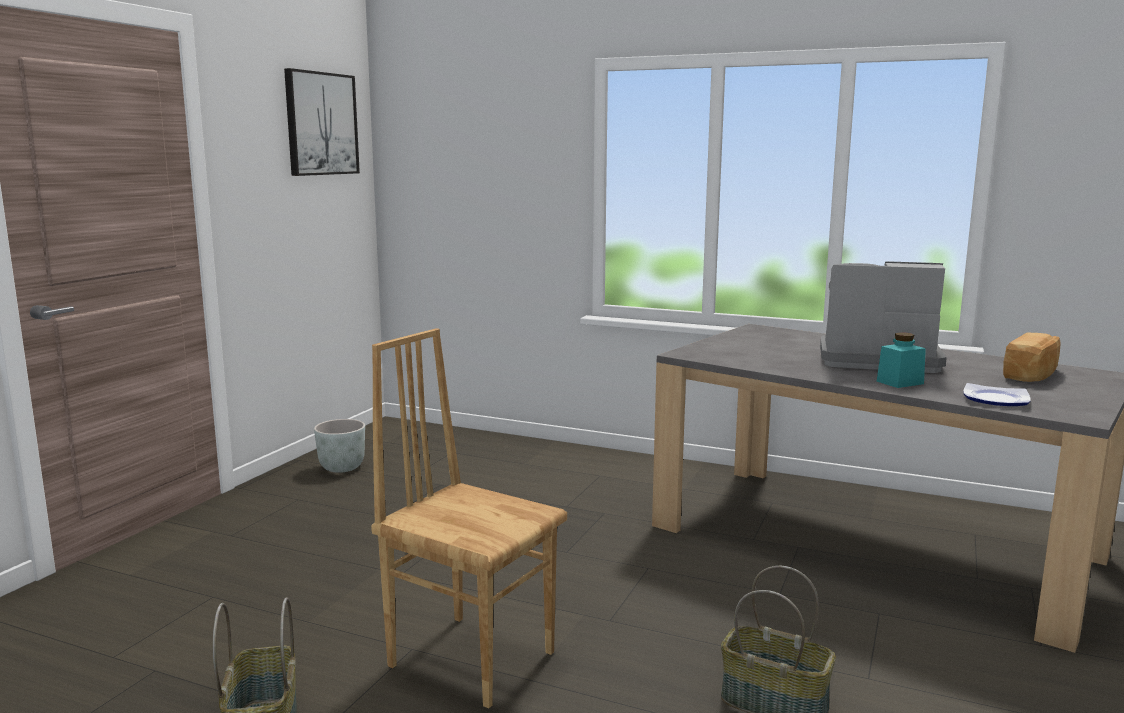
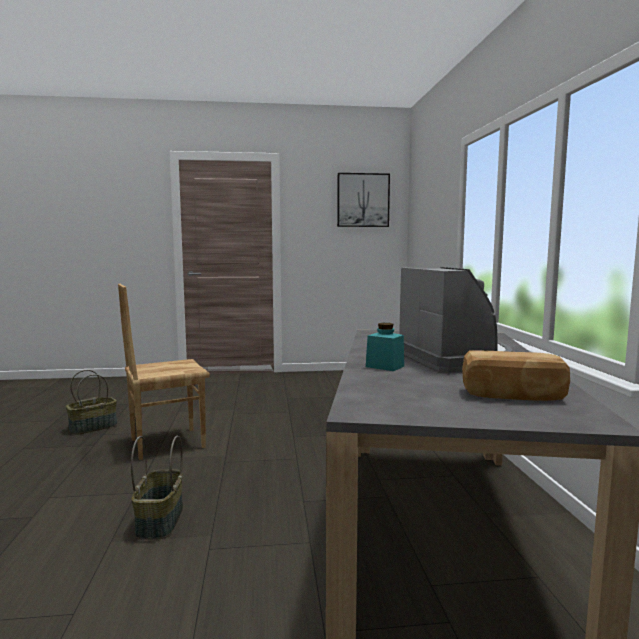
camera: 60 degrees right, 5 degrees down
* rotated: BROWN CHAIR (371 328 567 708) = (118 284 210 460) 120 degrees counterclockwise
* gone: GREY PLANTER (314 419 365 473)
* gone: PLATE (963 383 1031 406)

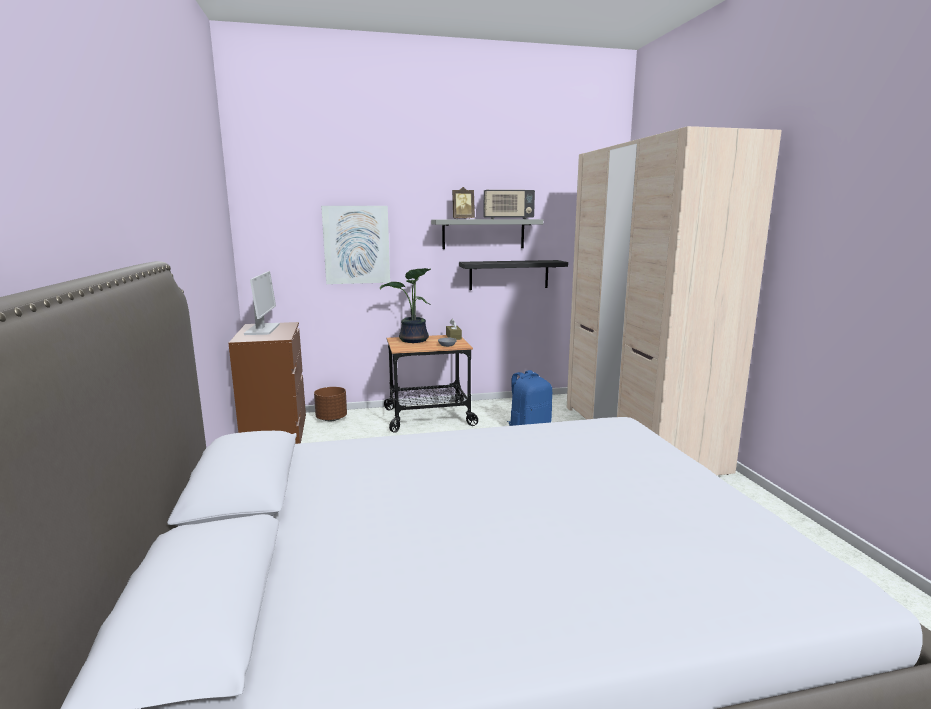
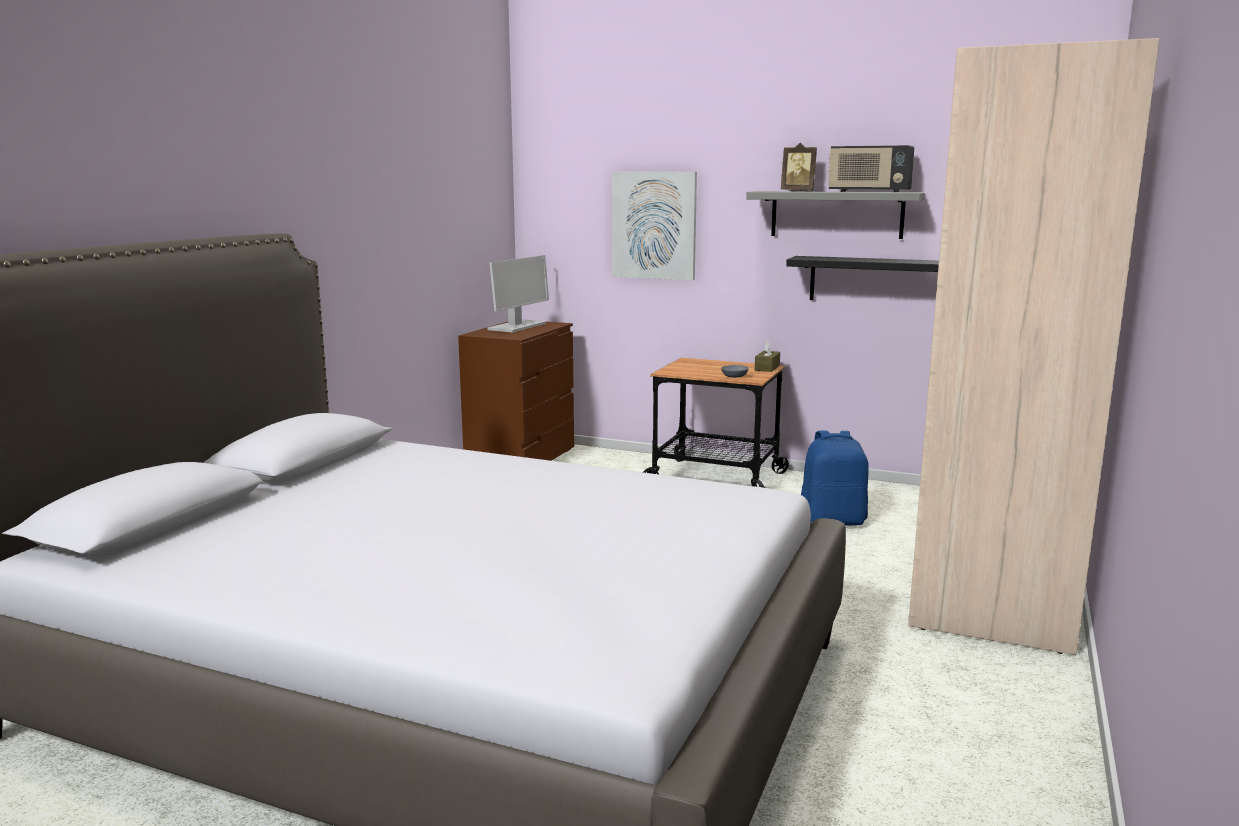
camera: 35 degrees right, 0 degrees up
* gone: BROWN PLANTER (314 387 347 422)
* gone: POTTED PLANT (380 268 431 343)

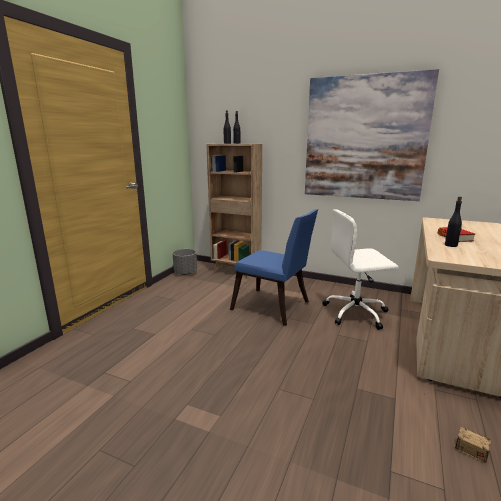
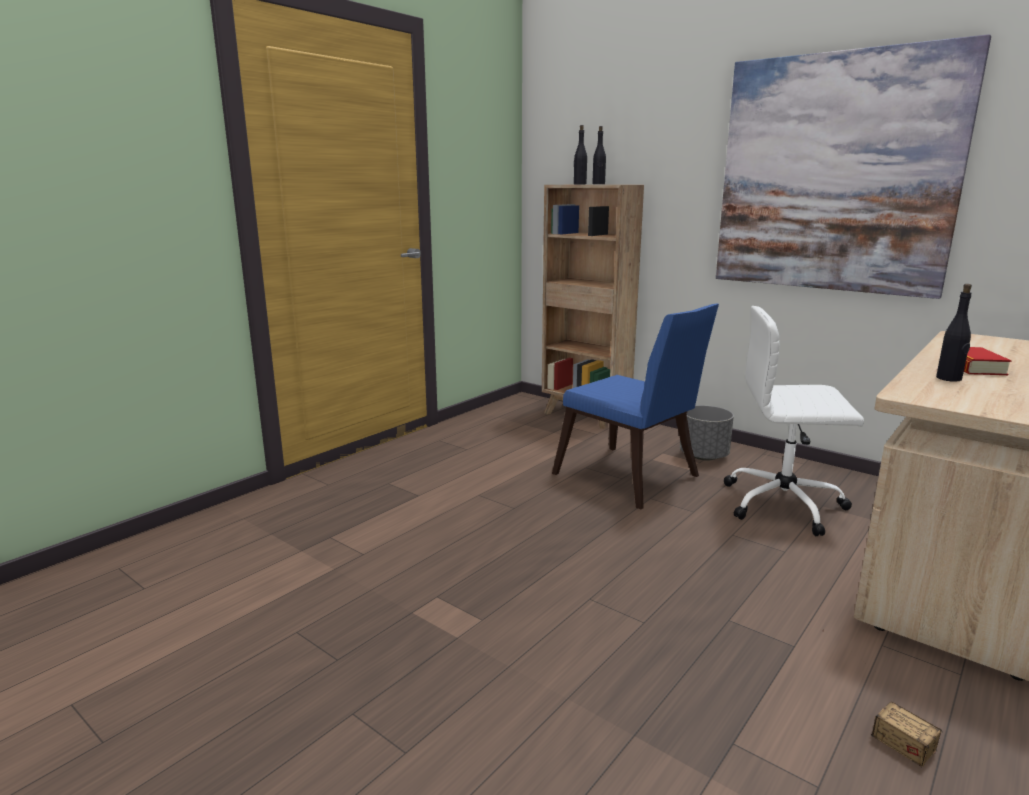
camera: 15 degrees right, 0 degrees up
* shifted: GREY PLANTER (173 249 197 275) to (680 405 734 461)

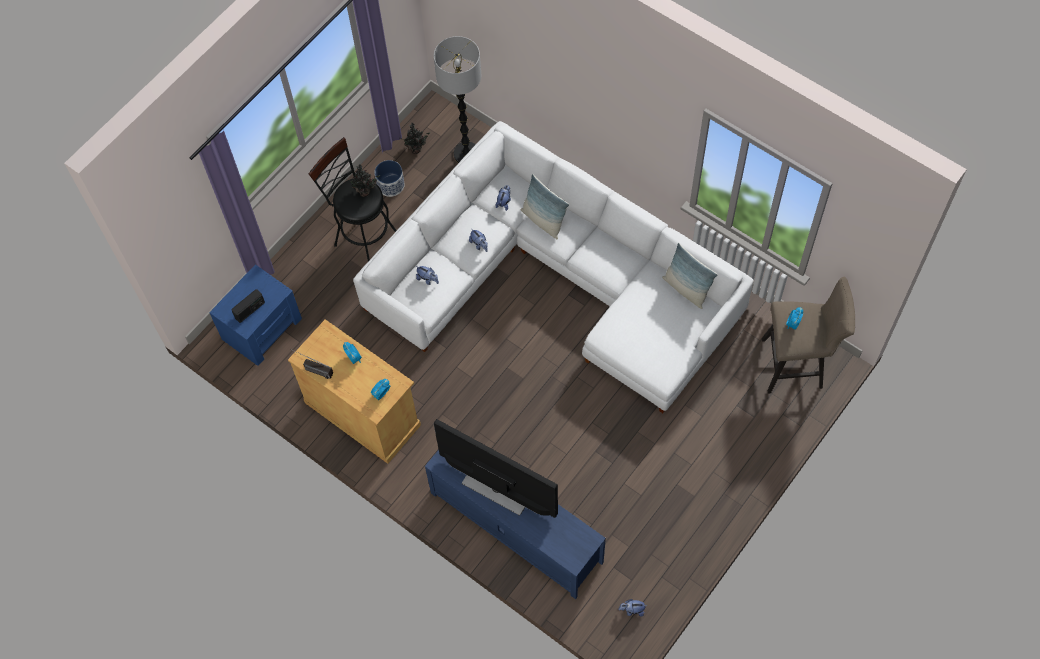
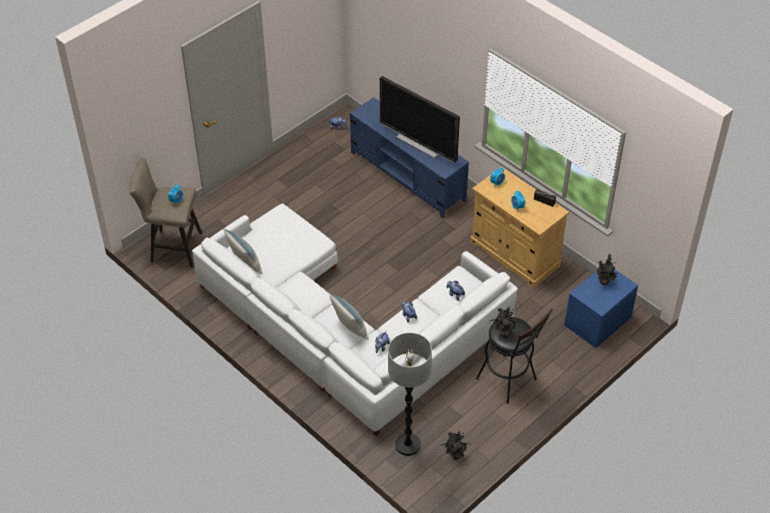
camera: 175 degrees left, 15 degrees down
* swapped: RADIO (231 289 265 323) to POTTED PLANT (597 254 617 285)
* gone: PLANTER (374 160 405 197)

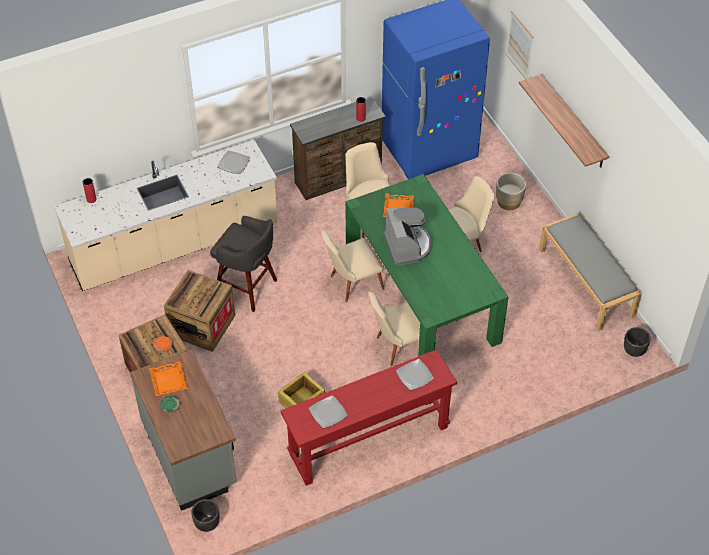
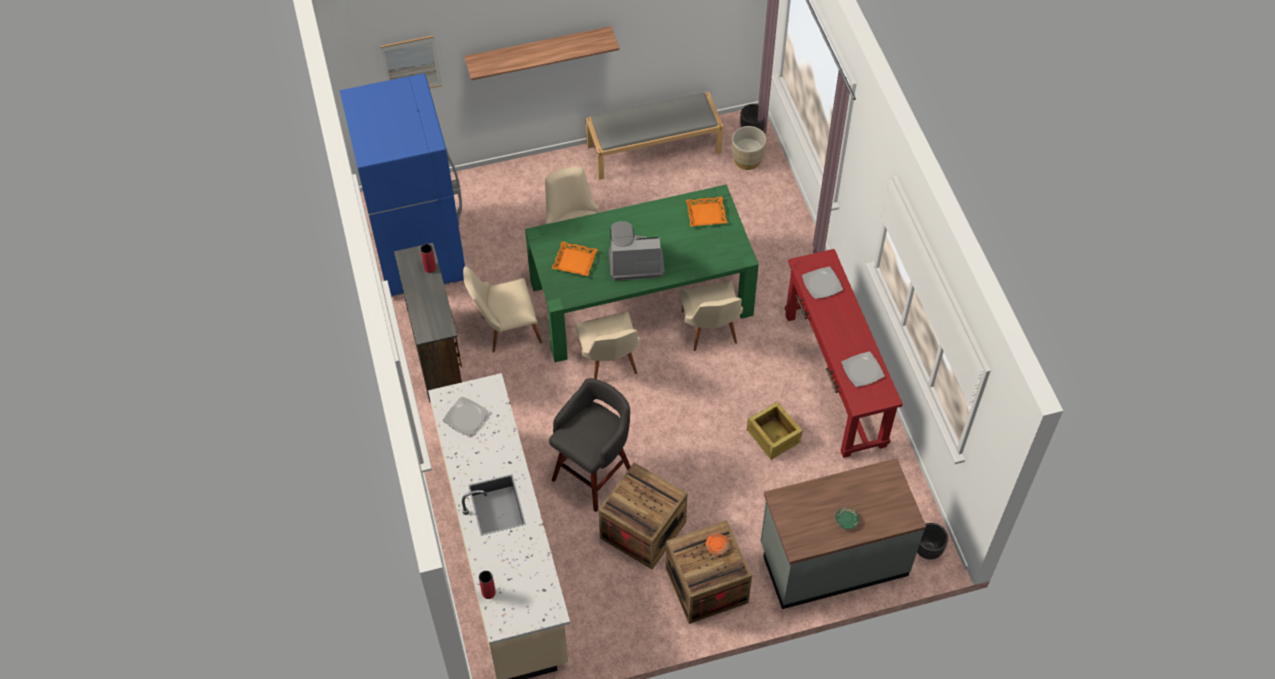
camera: 80 degrees left, 5 degrees up
* shifted: ORANGE TRAY (149 361 188 396) to (686 196 728 227)
* shifted: BEIGE PLANTER (496 173 526 210) to (732 126 766 170)

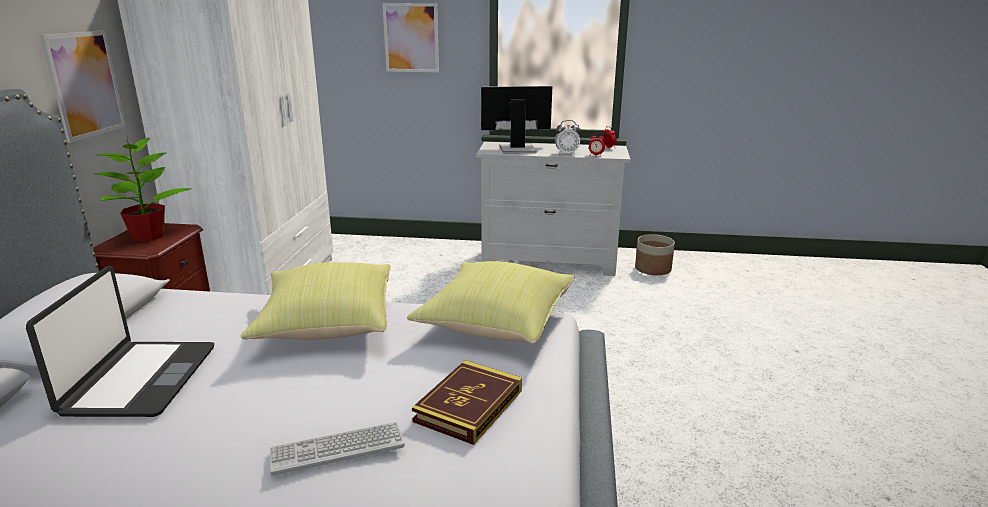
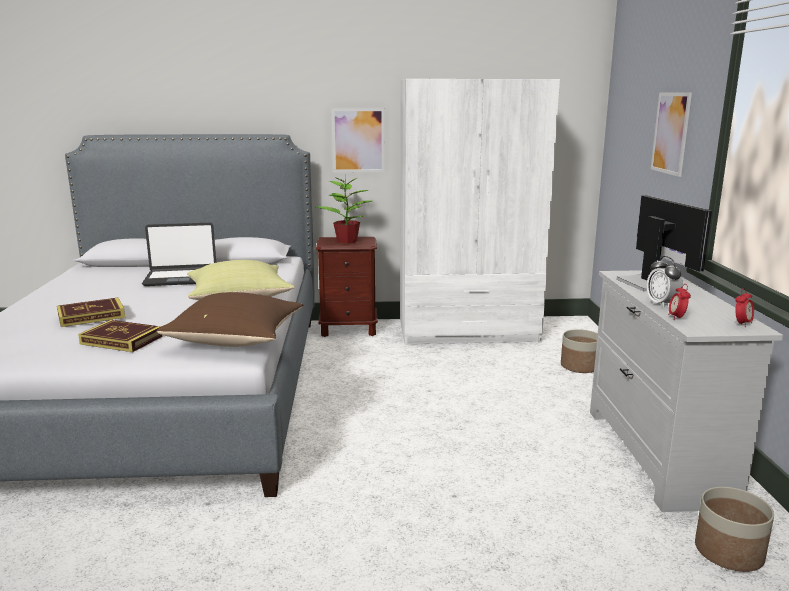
camera: 80 degrees right, 5 degrees down
* swapped: KEYBOARD (270 422 405 476) to BOOK (57 298 125 327)
* repainted: YELLOW PILLOW (407 261 575 344) to BROWN PILLOW (157 292 303 347)
* new: PLANTER (561 329 598 373)

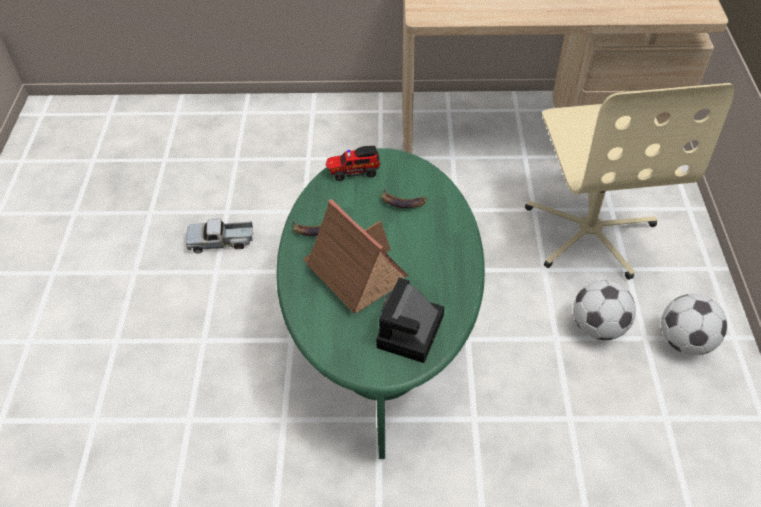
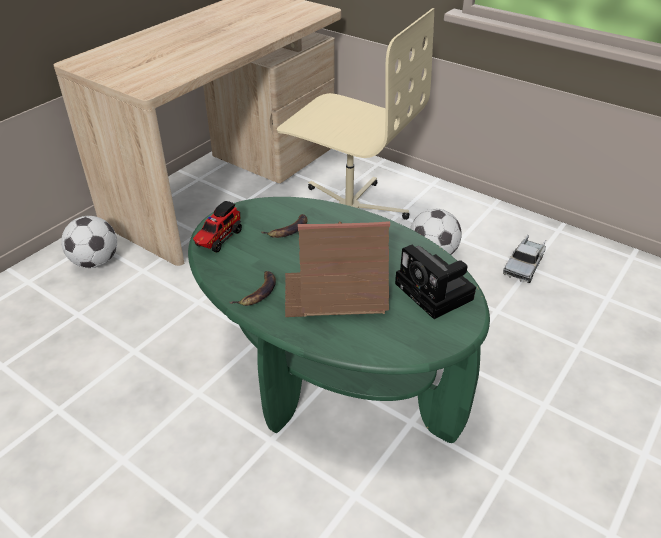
camera: 55 degrees left, 10 degrees down
* shifted: FOOTBALL (661 294 727 355) to (61 216 117 268)
* shifted: TOY TRUCK (186 219 254 253) to (503 235 546 283)

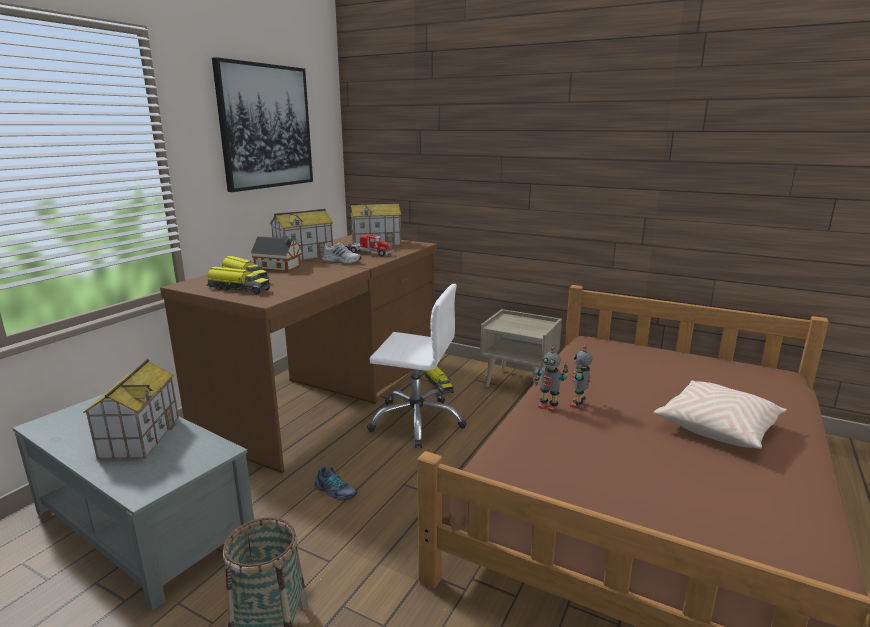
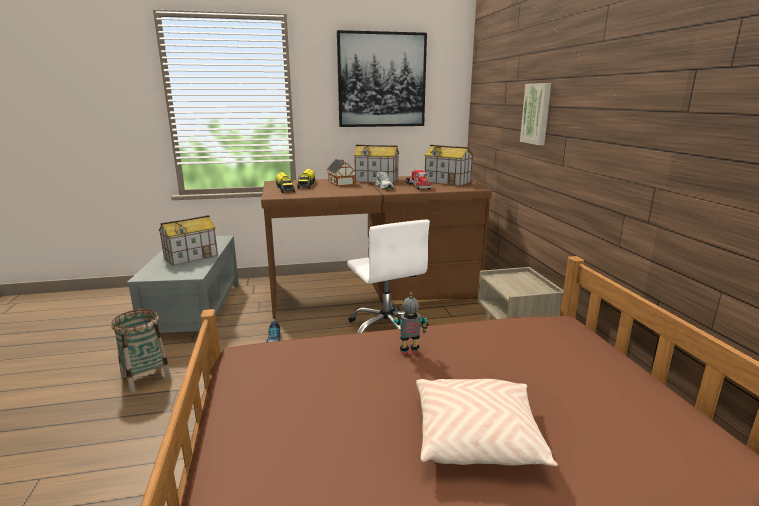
camera: 50 degrees right, 0 degrees up
* new: PICTURE (520 83 551 145)
* gone: TOY TRUCK (425 366 454 395)
* gone: TOY ROBOT (534 347 568 412)

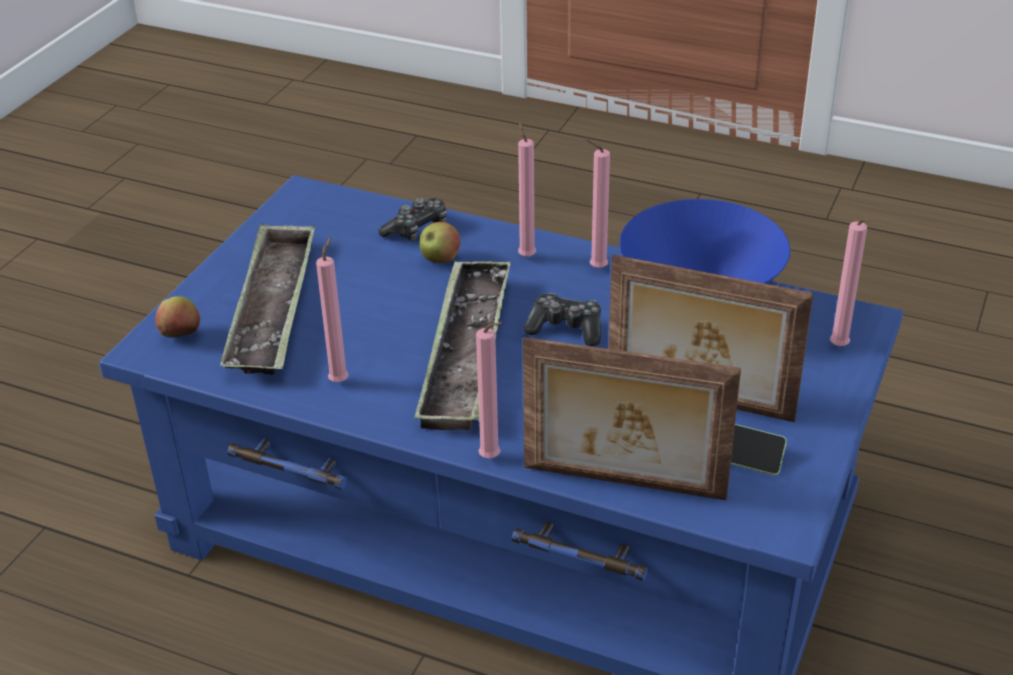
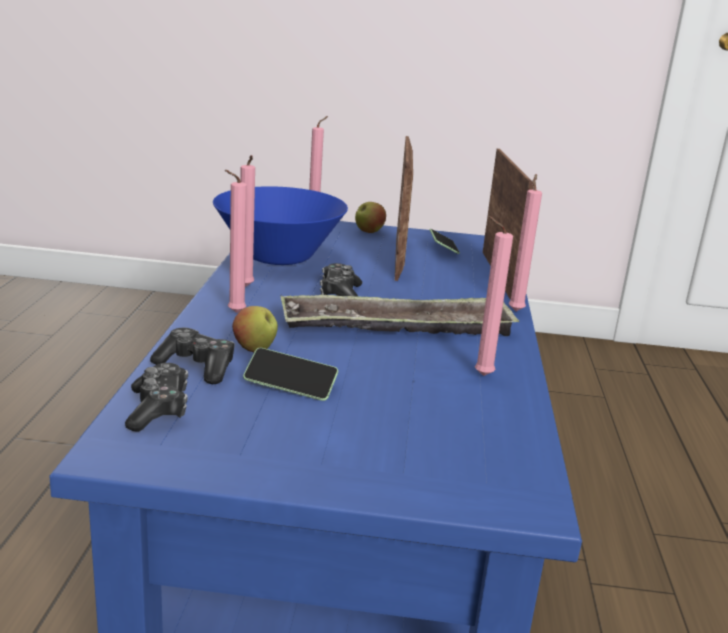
camera: 110 degrees left, 15 degrees down
* new: GAME CONTROLLER (125 363 188 431)
* new: PHONE (243 348 338 401)
* shifted: APPLE (155 296 200 337) to (355 202 386 233)
* gone: TRAY (220 224 315 375)

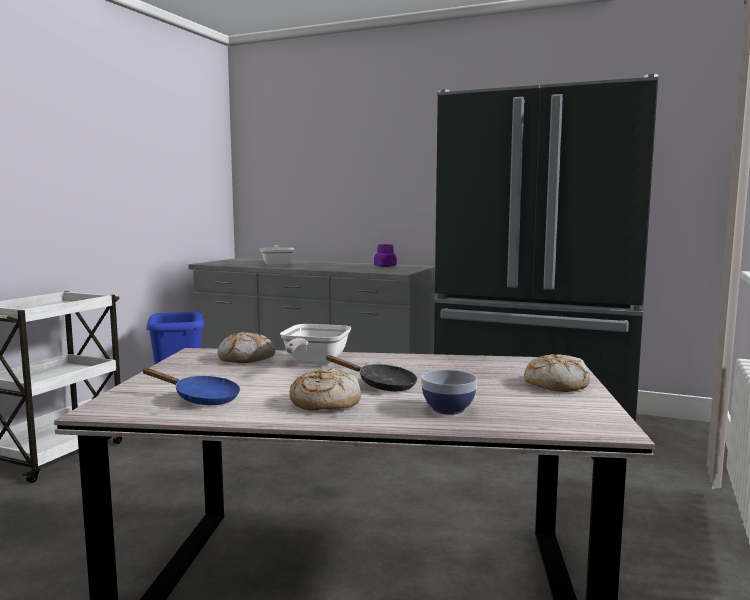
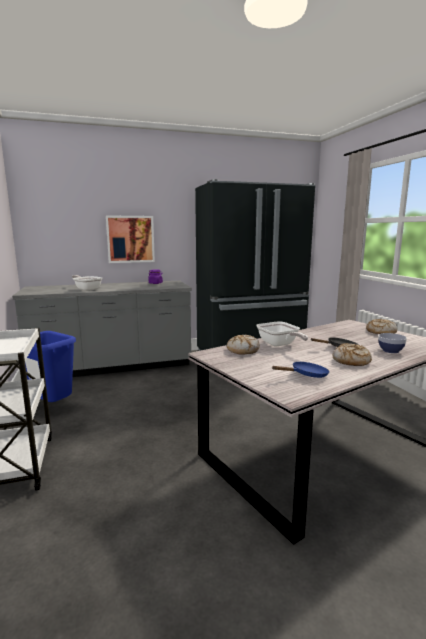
camera: 40 degrees left, 5 degrees up
* new: PICTURE (106 215 155 263)

